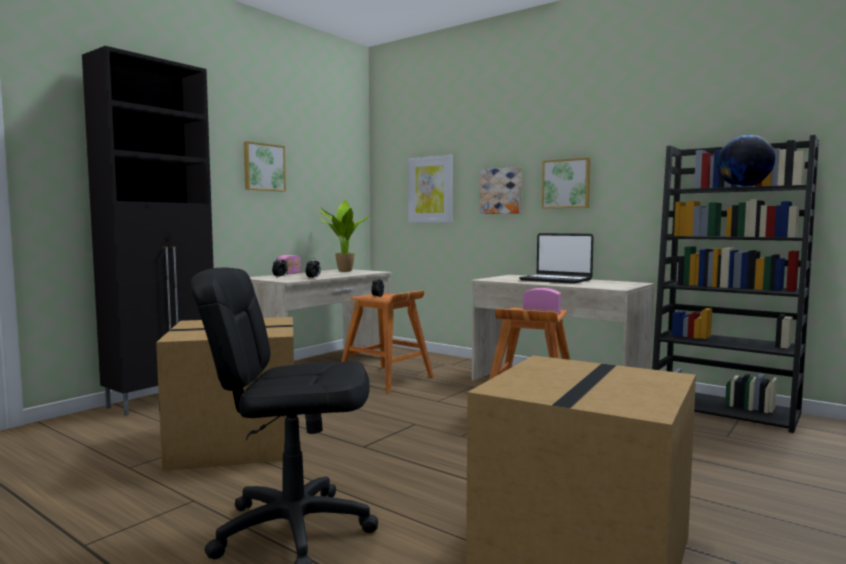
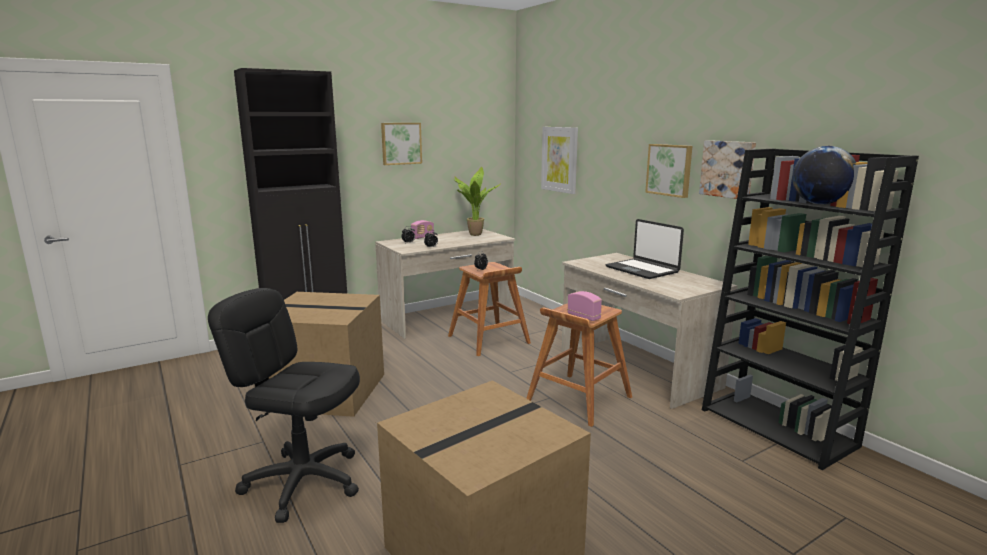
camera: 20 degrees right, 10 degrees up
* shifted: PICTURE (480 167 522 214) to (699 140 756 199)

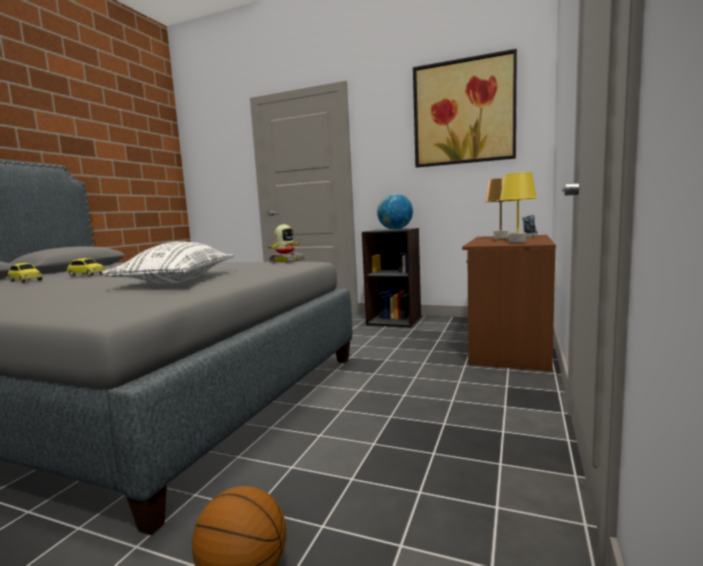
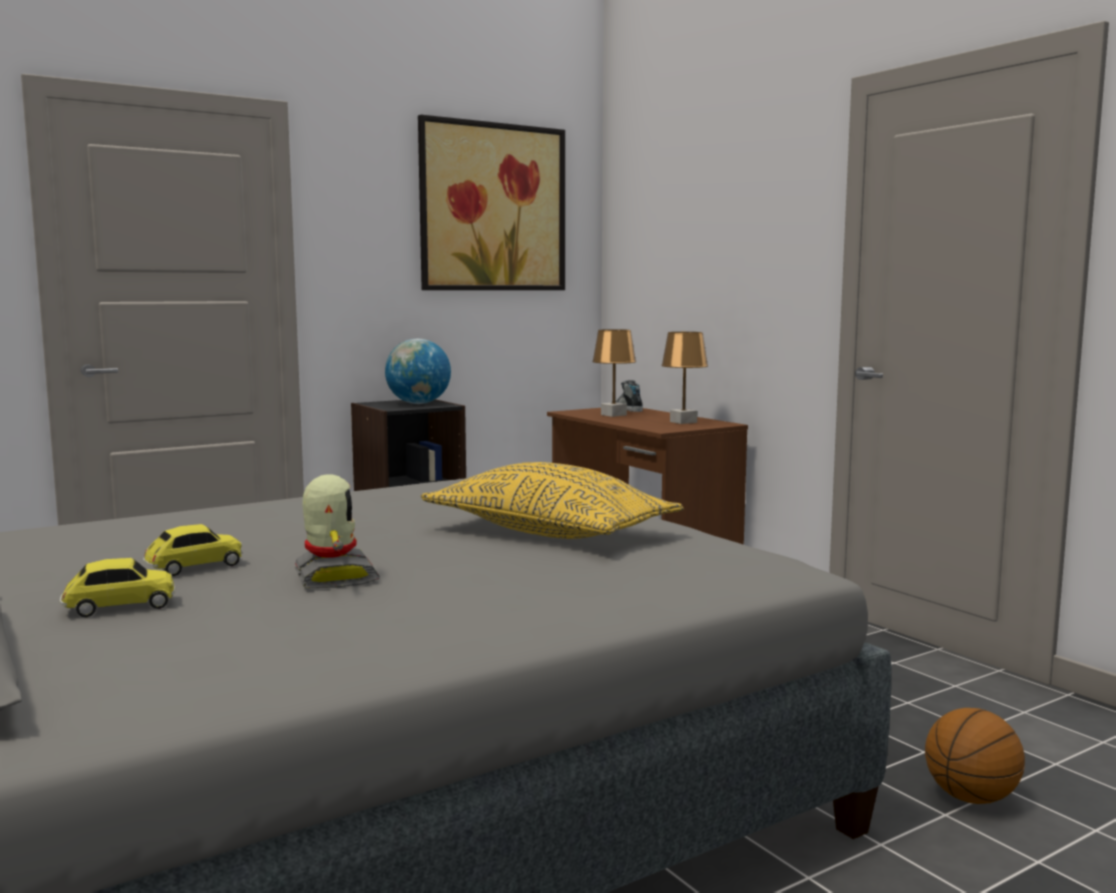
camera: 55 degrees left, 0 degrees up
* shifted: TOY ROBOT (268 224 305 263) to (295 474 380 589)
* repainted: WHITE PILLOW (101 241 234 284) to YELLOW PILLOW (421 462 684 539)
* repainted: YELLOW TABLE LAMP (500 172 537 243) to BROWN TABLE LAMP (661 332 708 424)

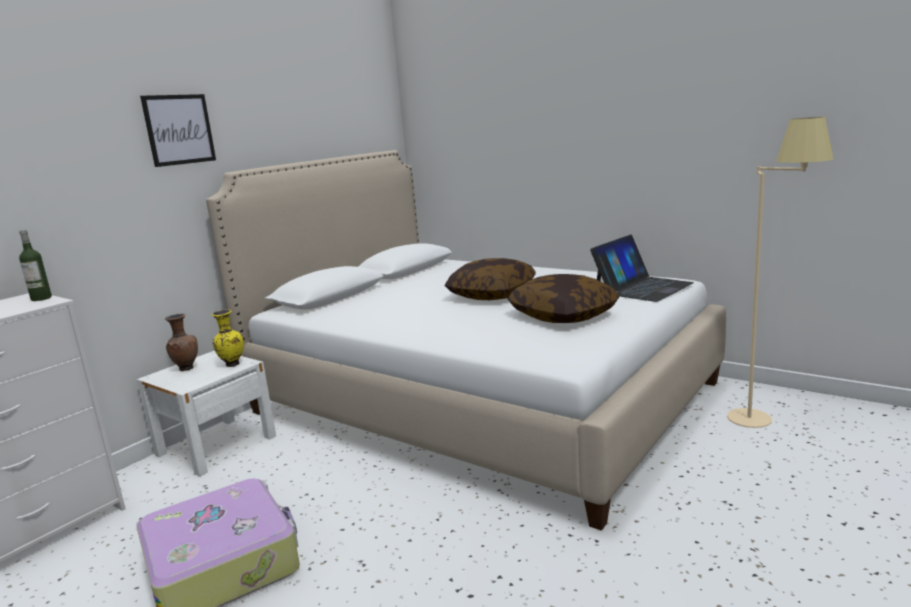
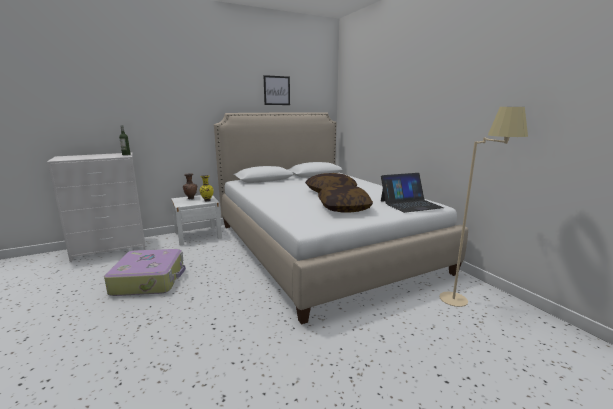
camera: 25 degrees right, 0 degrees up
* shifted: PICTURE (140 94 216 167) to (264 75 290 105)

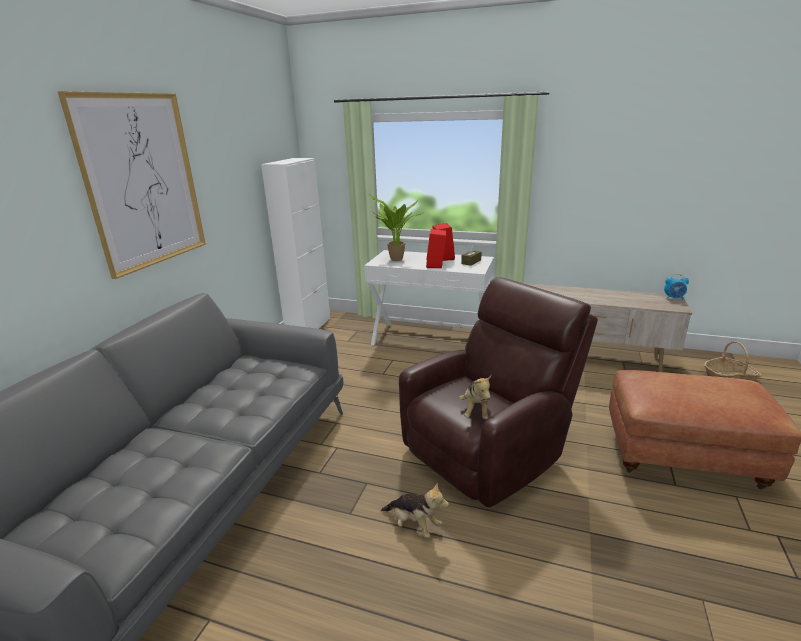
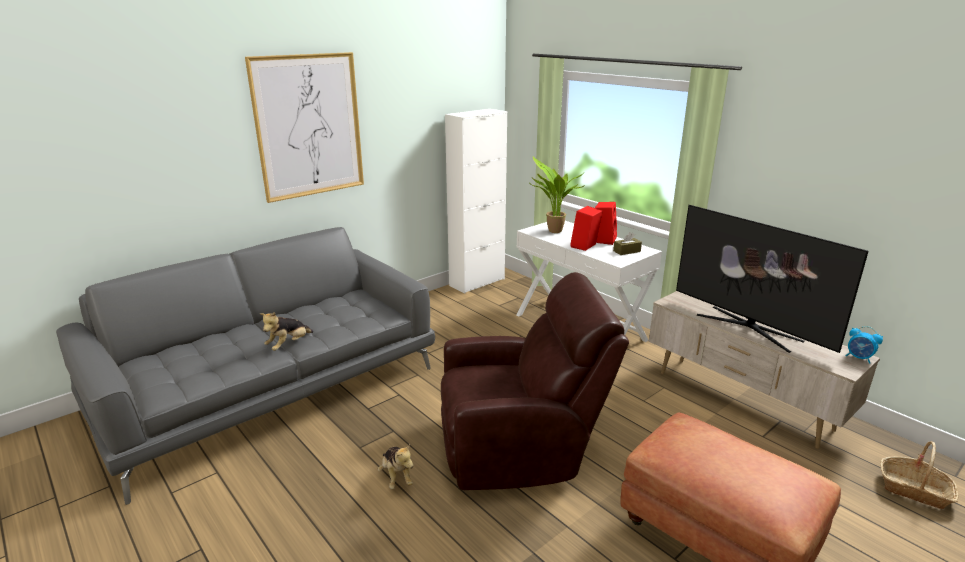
camera: 30 degrees right, 0 degrees up
* shifted: PLUSH TOY (459 375 491 420) to (260 312 313 351)
* new: TELEVISION (676 205 869 353)

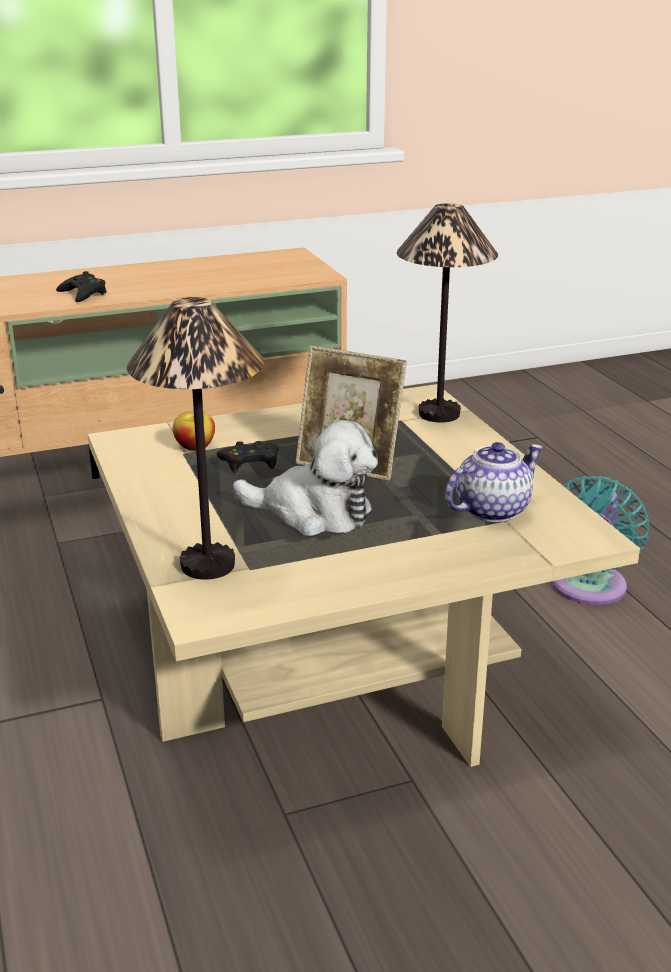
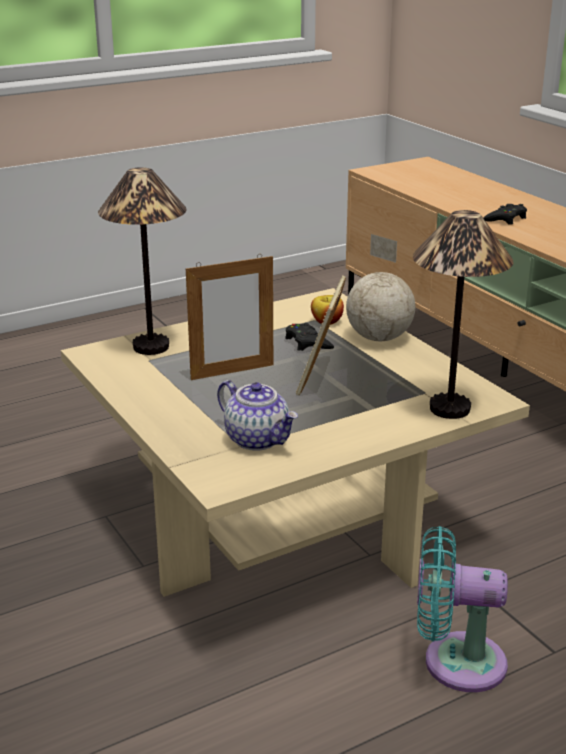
camera: 80 degrees right, 0 degrees up
* swapped: PLUSH TOY (233 420 378 536) to PICTURE FRAME (186 254 273 380)
* new: GLOBE (346 234 415 341)

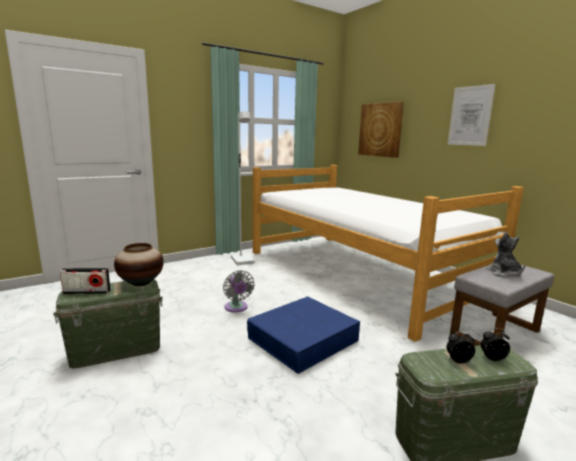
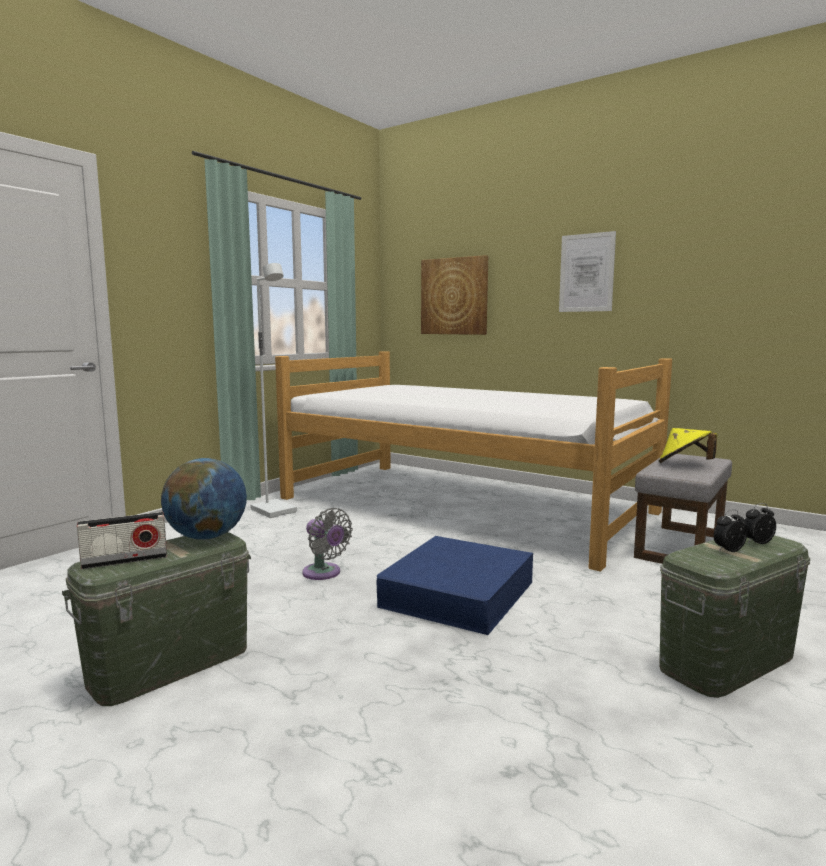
camera: 20 degrees left, 5 degrees down
* swapped: VASE (114 243 164 286) to GLOBE (161 458 247 540)
* swapped: PLUSH TOY (486 232 525 278) to YELLOW HAT (659 428 717 463)

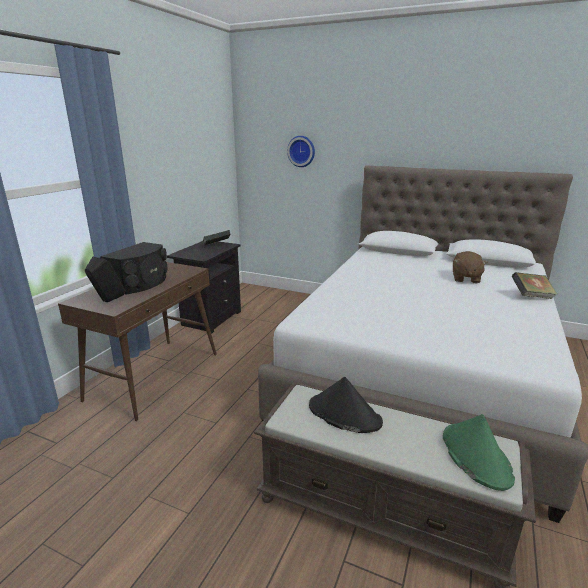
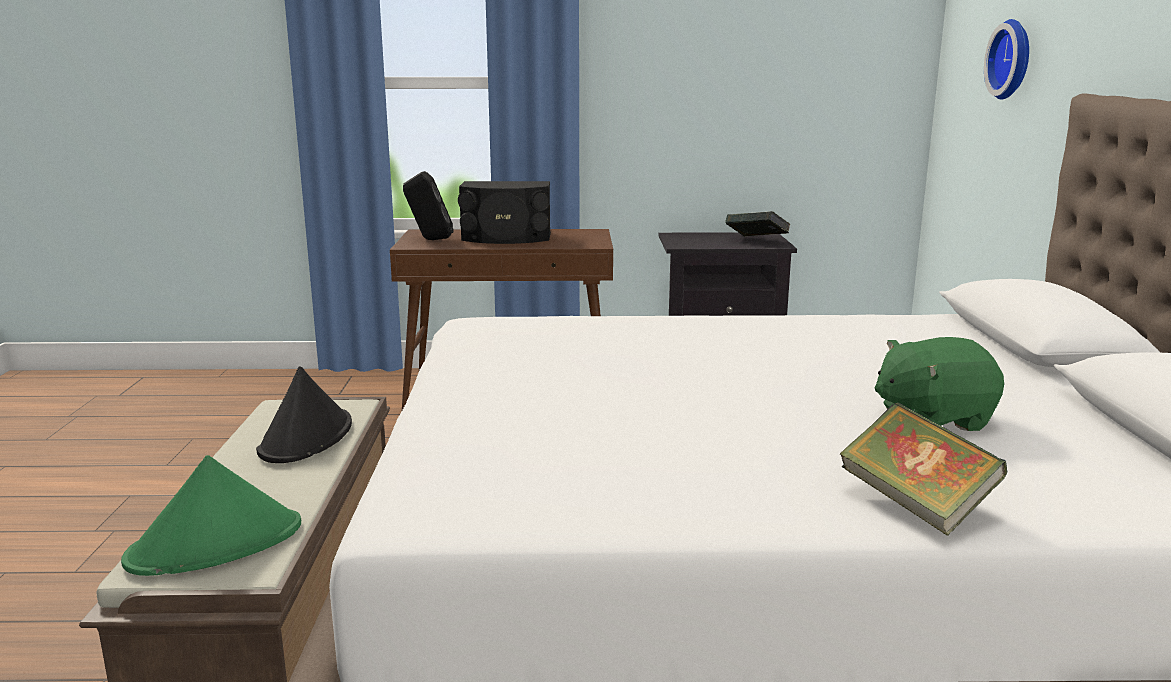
camera: 65 degrees right, 5 degrees down
* repainted: BROWN PLUSH TOY (453 251 488 283) to GREEN PLUSH TOY (875 337 1004 431)

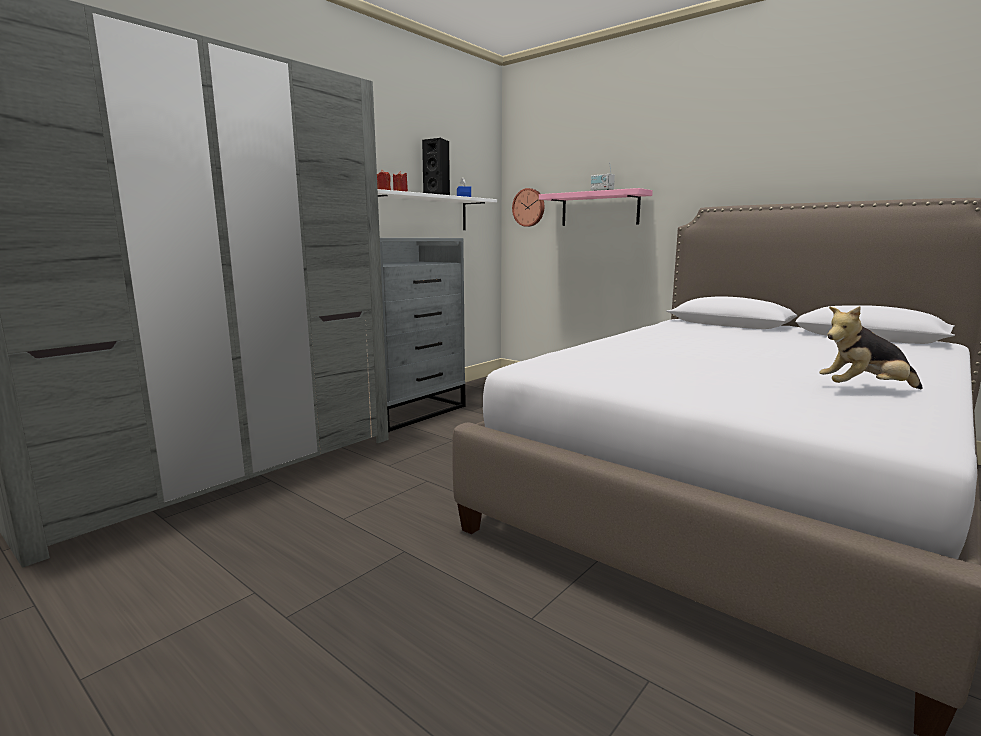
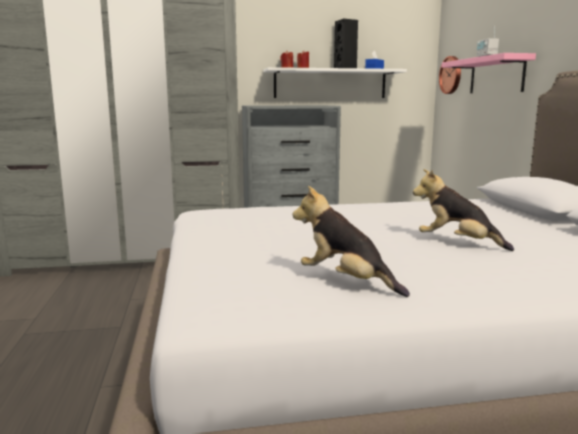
camera: 40 degrees right, 0 degrees up
* new: PLUSH TOY (413 169 514 251)

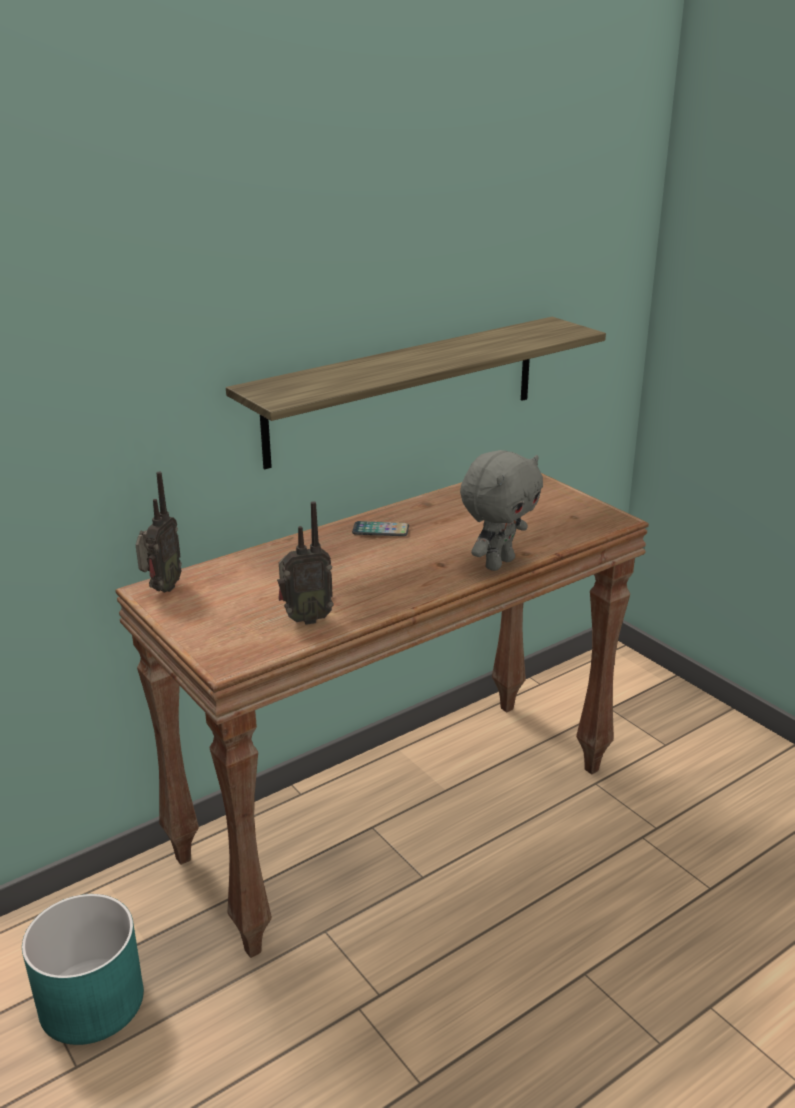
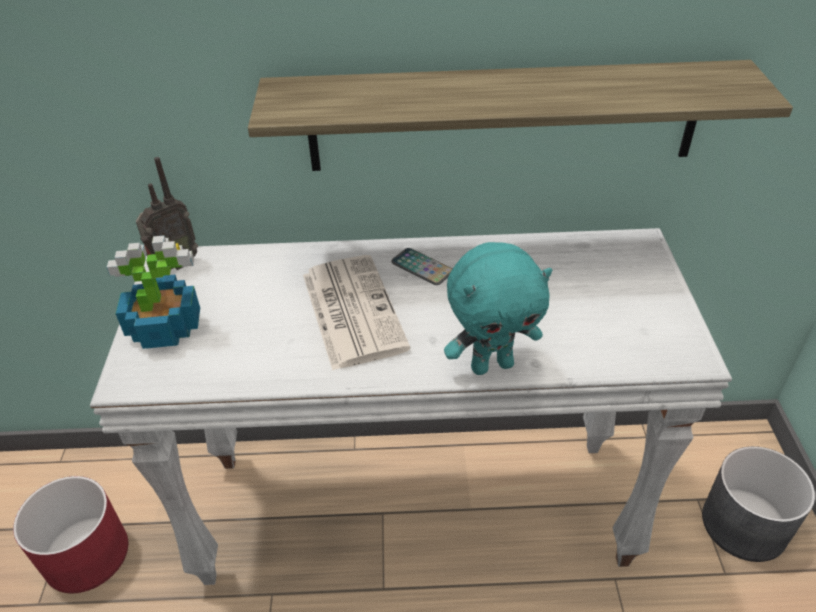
camera: 35 degrees right, 15 degrees up
* repainted: TURQUOISE PLANTER (22 894 144 1045) to RED PLANTER (13 476 128 593)
* repainted: BROWN CONSOLE TABLE (115 473 649 958) to WHITE CONSOLE TABLE (90 228 732 585)
* new: POTTED PLANT (107 235 200 349)
* new: NEWSPAPER (303 255 411 370)
* repainted: GREY PLUSH TOY (460 450 543 571) to TURQUOISE PLUSH TOY (444 242 552 375)
* new: GREY PLANTER (702 446 815 562)
* gone: RADIO (277 501 334 625)

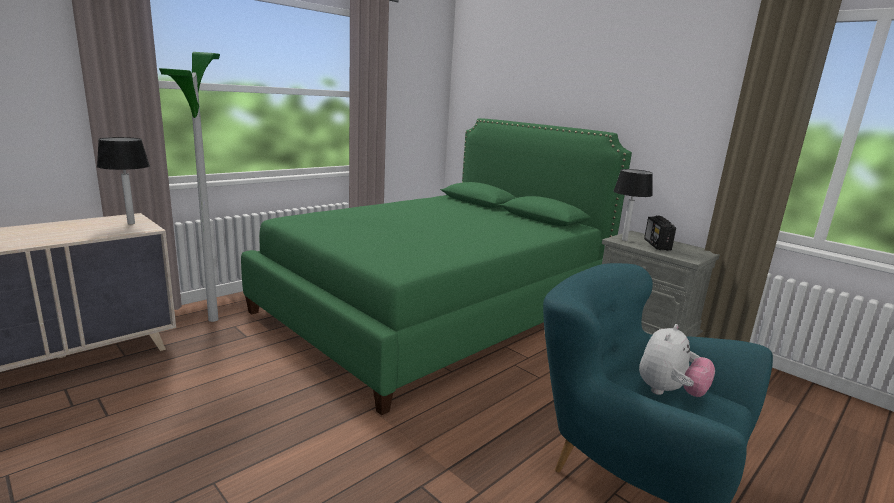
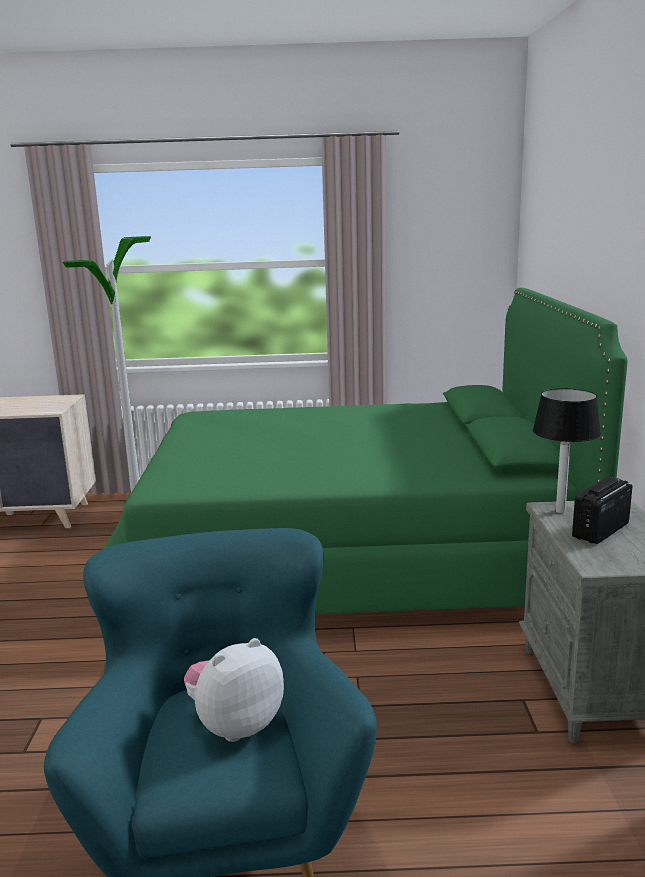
camera: 45 degrees right, 0 degrees up
* rotated: PLUSH TOY (639 324 715 397) = (184 638 284 742) 150 degrees clockwise
* gone: TABLE LAMP (97 137 150 224)

